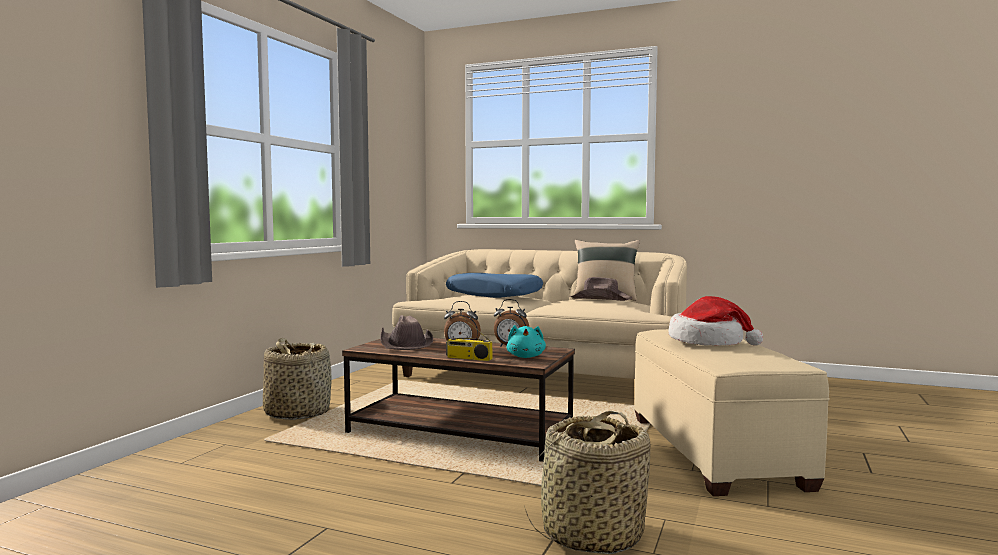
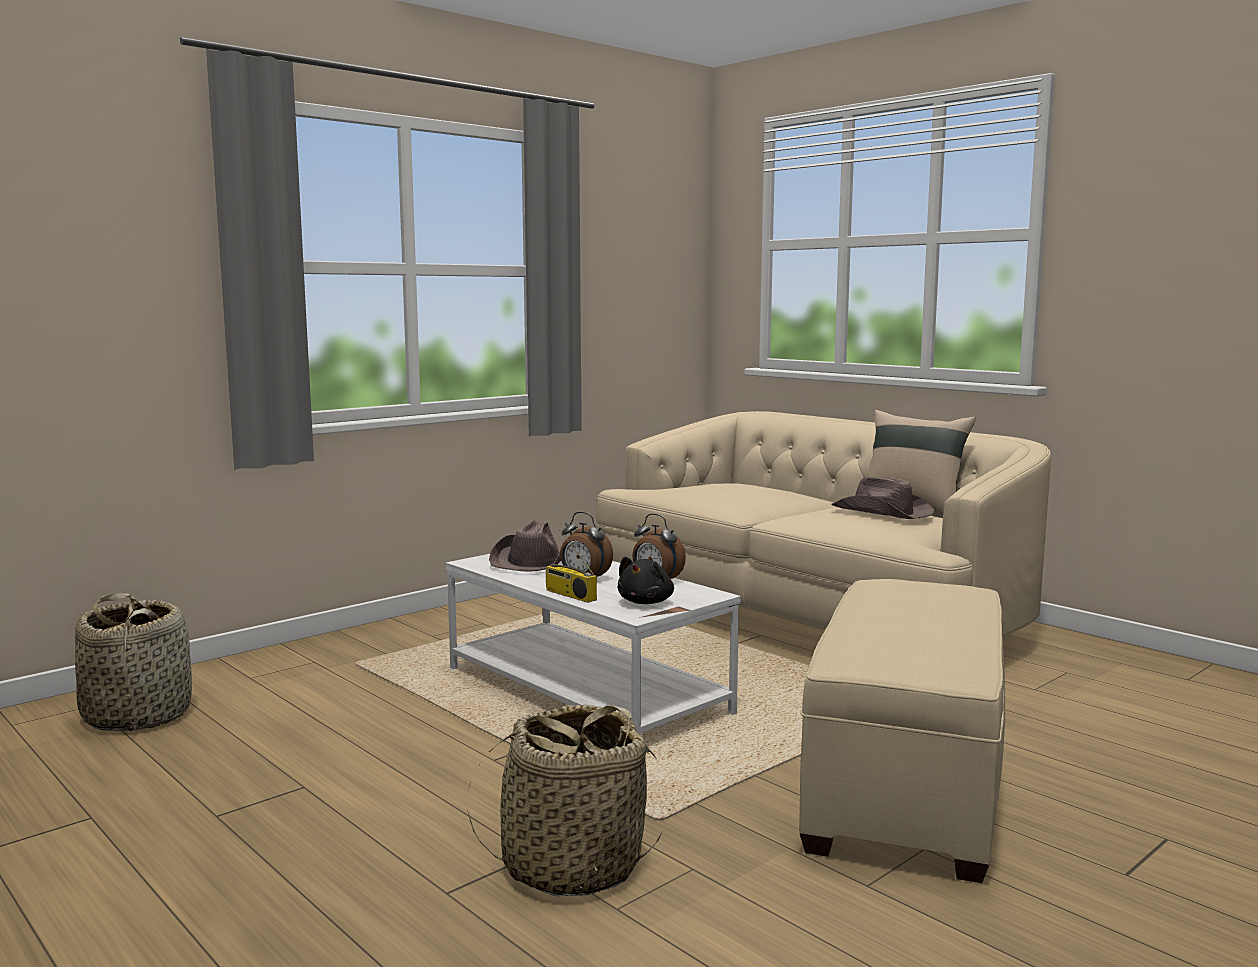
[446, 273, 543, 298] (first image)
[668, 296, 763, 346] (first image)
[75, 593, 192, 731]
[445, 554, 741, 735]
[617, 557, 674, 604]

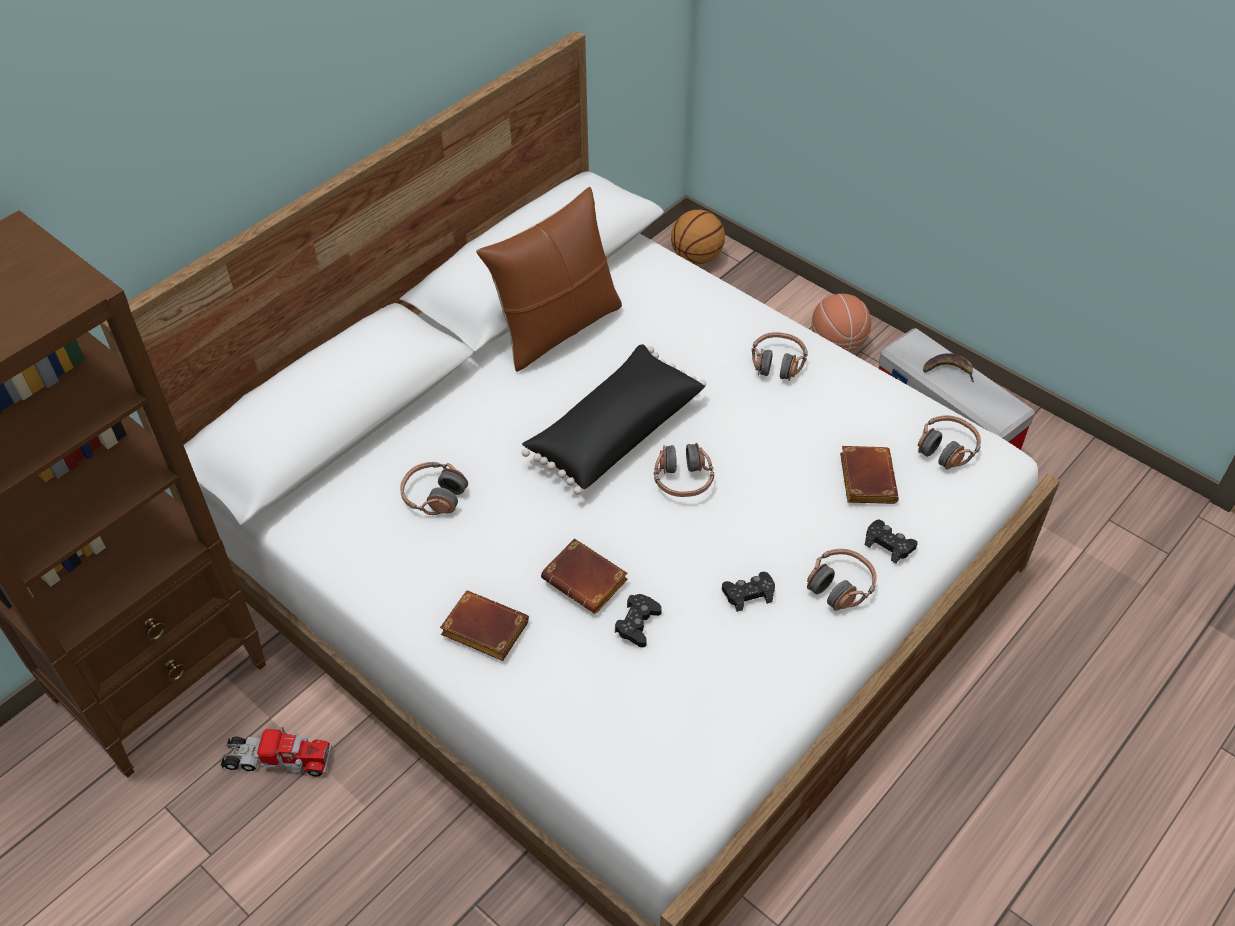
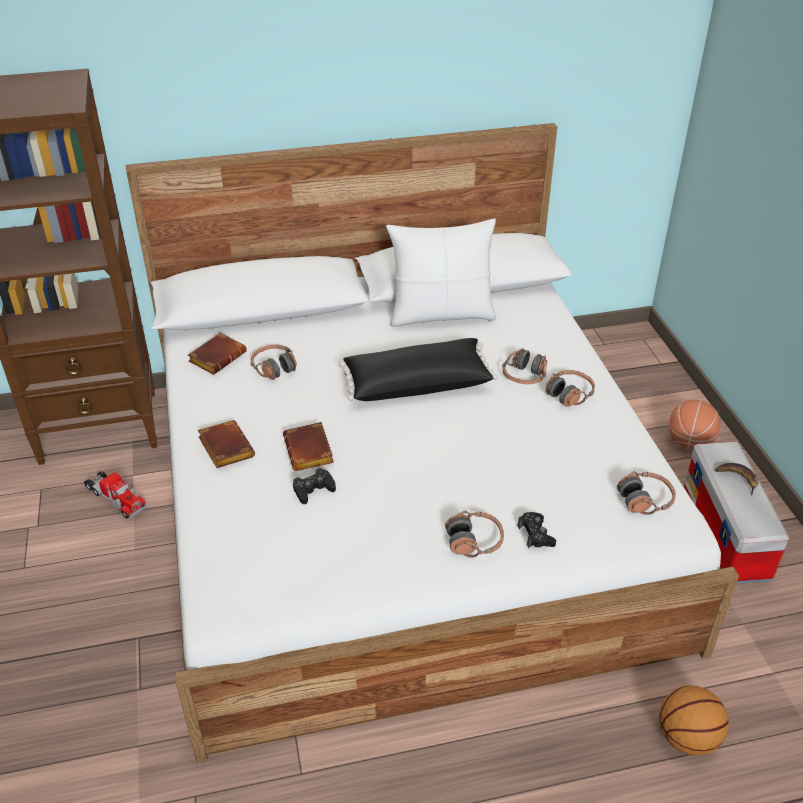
[722, 572, 775, 612] (first image)
[502, 348, 547, 384]
[659, 686, 729, 756]
[188, 333, 247, 375]
[386, 219, 496, 327]

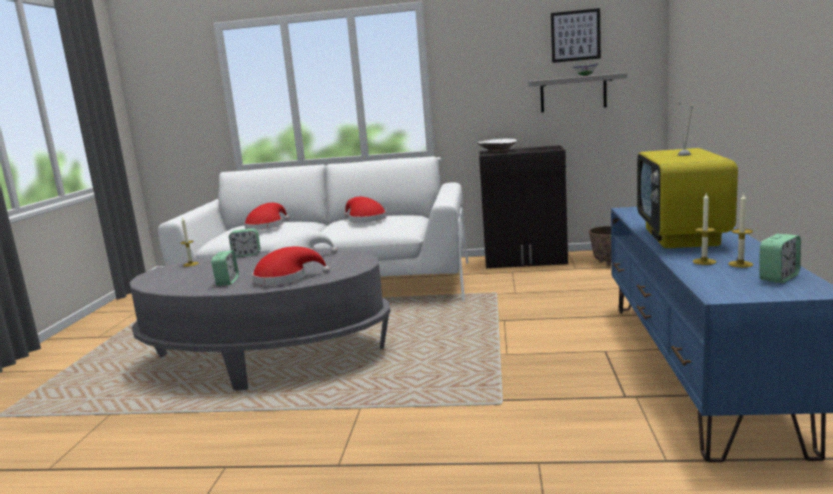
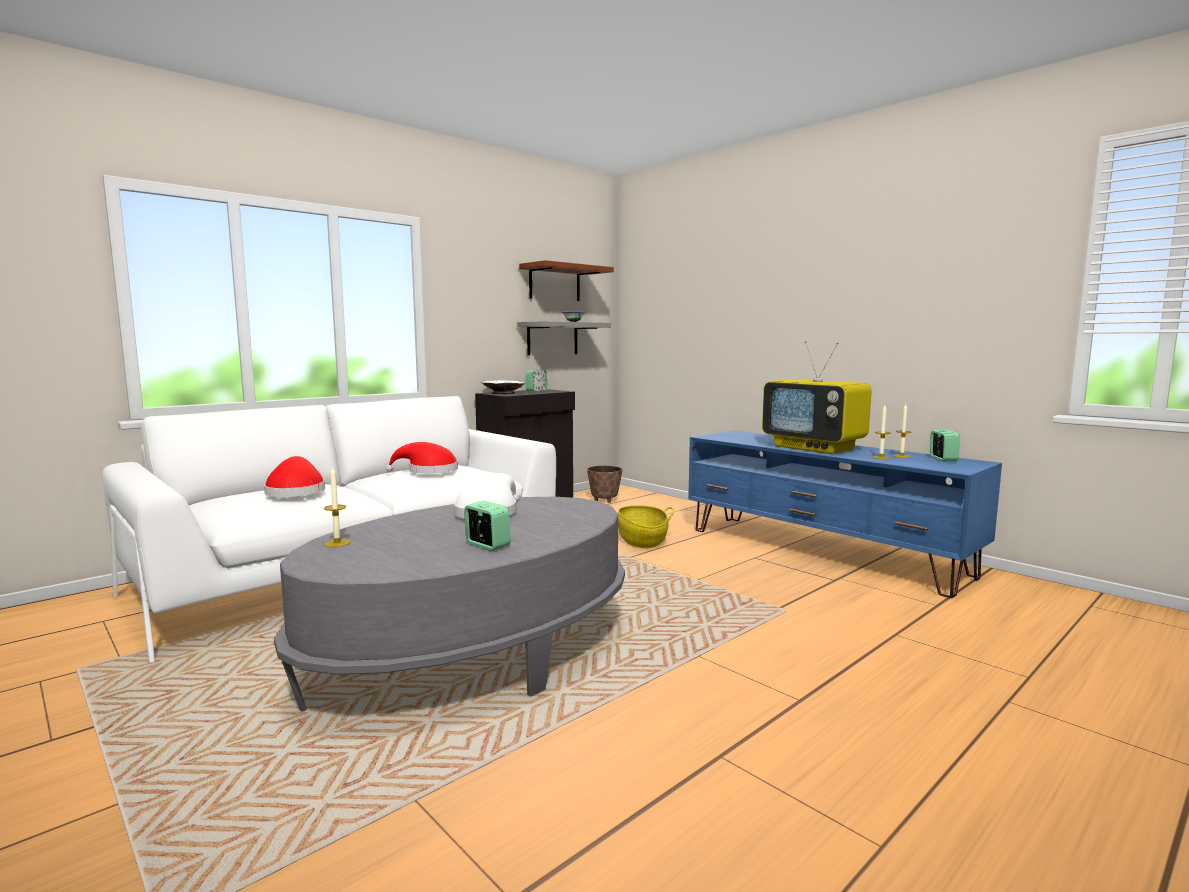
[252, 247, 330, 286] (first image)
[618, 505, 674, 548]
[525, 370, 547, 392]
[519, 260, 614, 301]

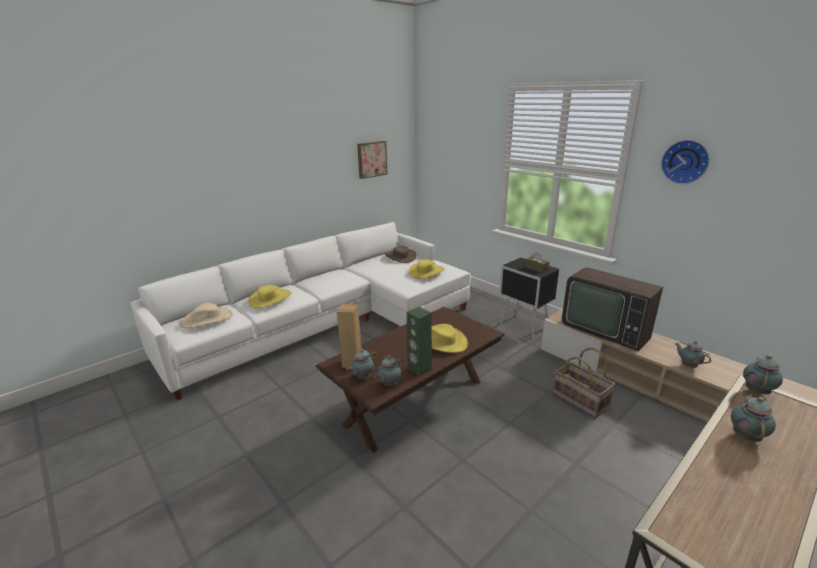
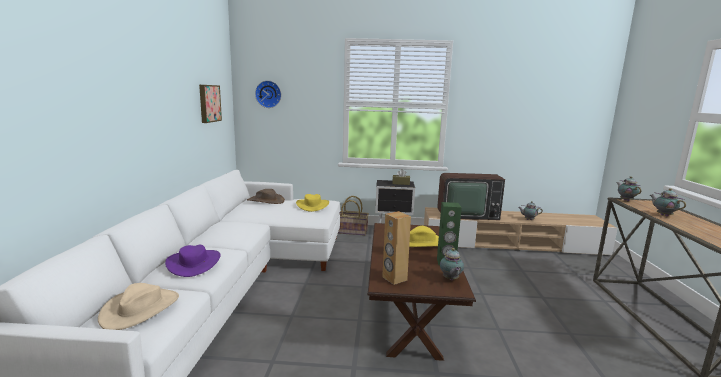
[346, 349, 377, 379] (first image)
[338, 196, 369, 236]
[255, 80, 281, 108]
[165, 245, 220, 277]

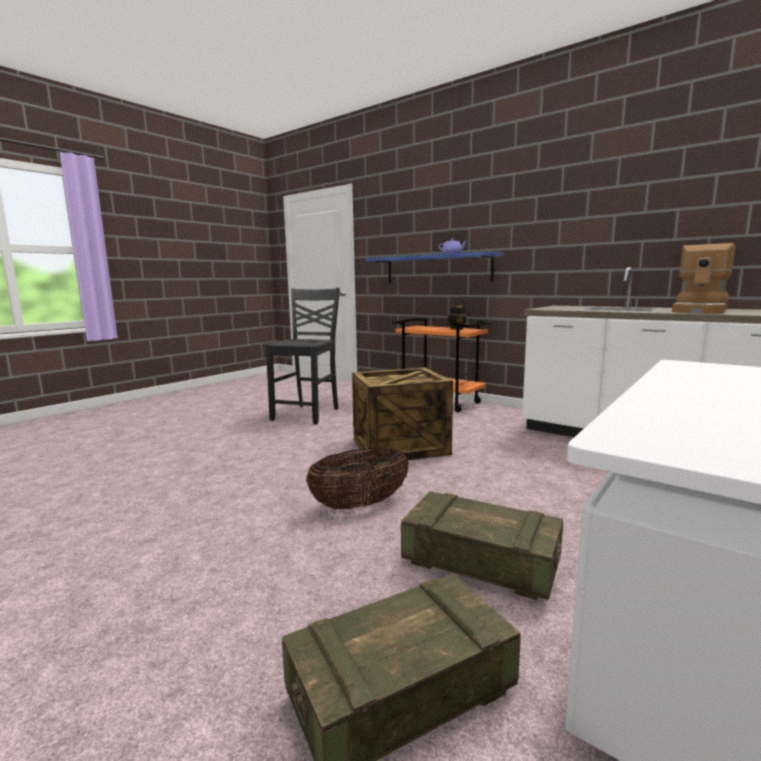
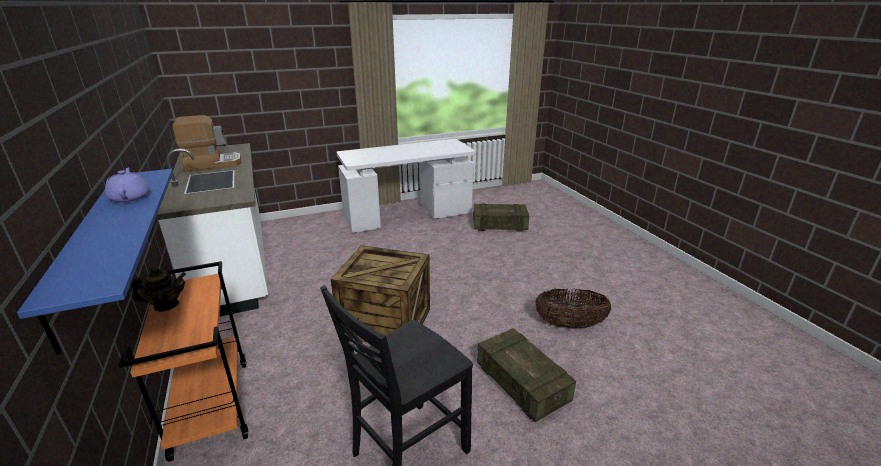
[535, 289, 611, 329]
[477, 328, 576, 422]

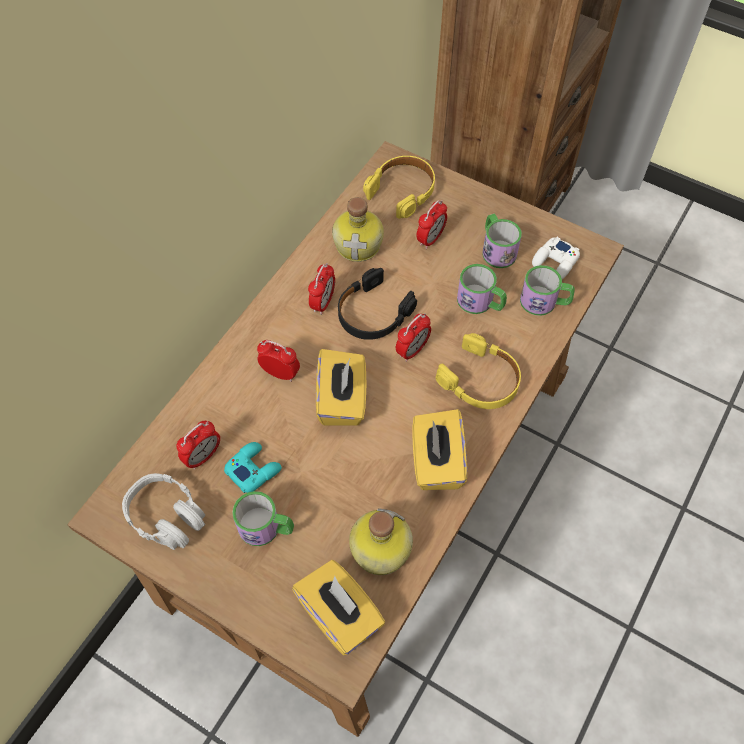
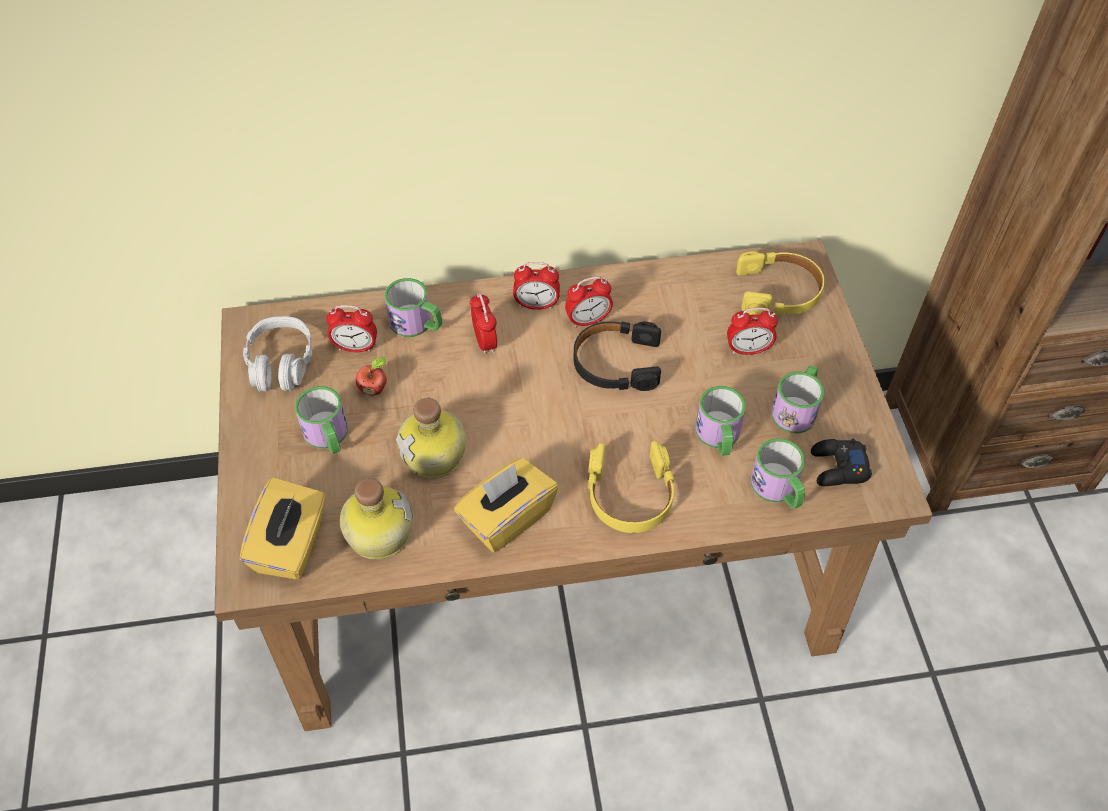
[316, 349, 366, 426] (first image)
[384, 278, 442, 337]
[396, 398, 466, 478]
[513, 262, 560, 310]
[356, 357, 387, 396]
[811, 439, 872, 486]

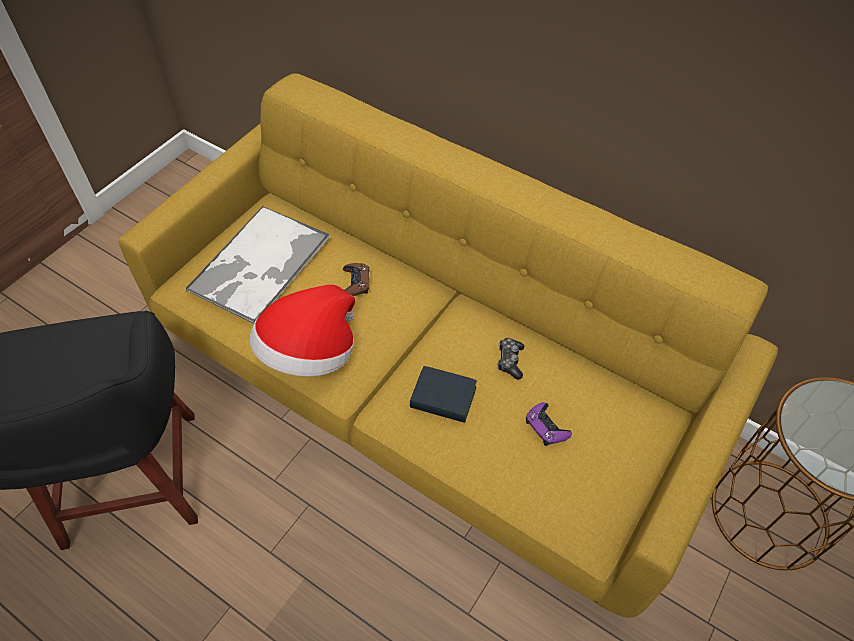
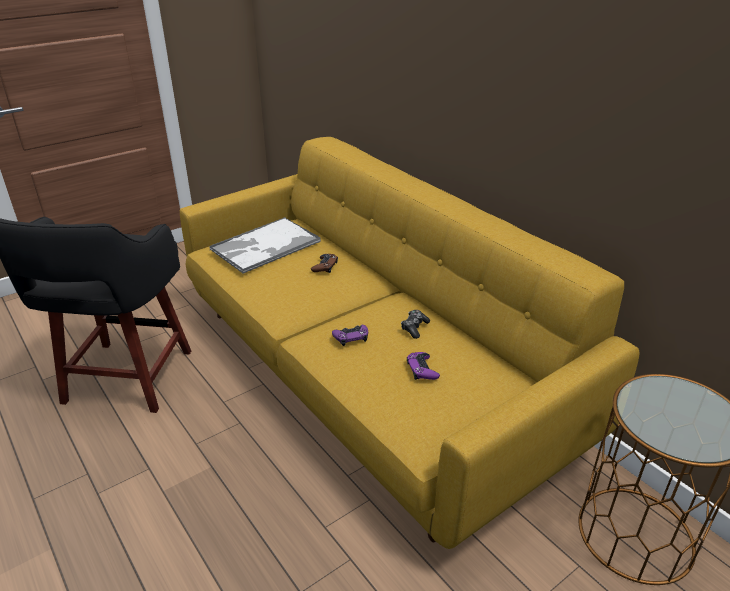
[250, 285, 355, 377] (first image)
[332, 325, 368, 346]

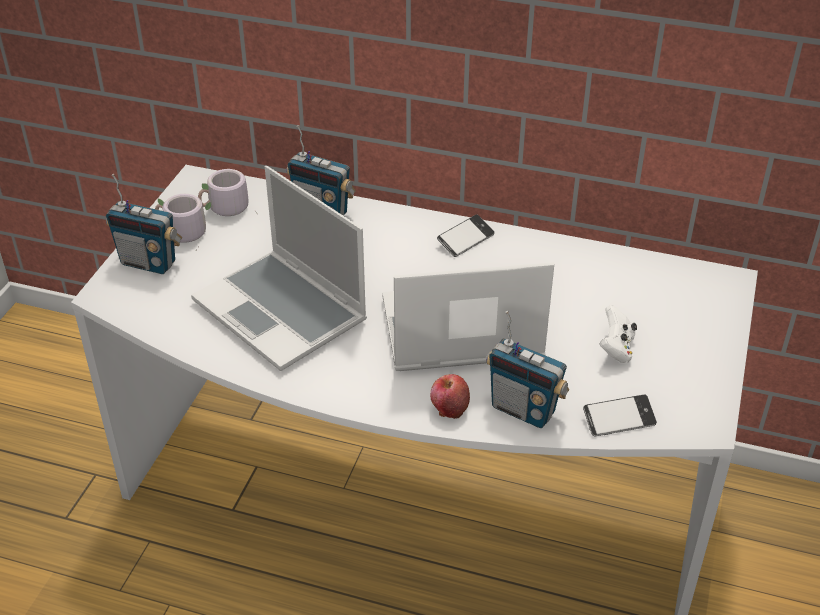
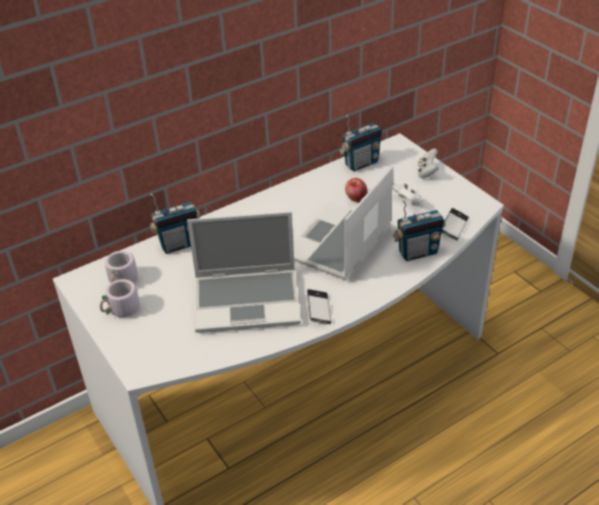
[418, 148, 439, 179]
[339, 115, 383, 171]
[345, 178, 368, 203]
[307, 289, 331, 324]

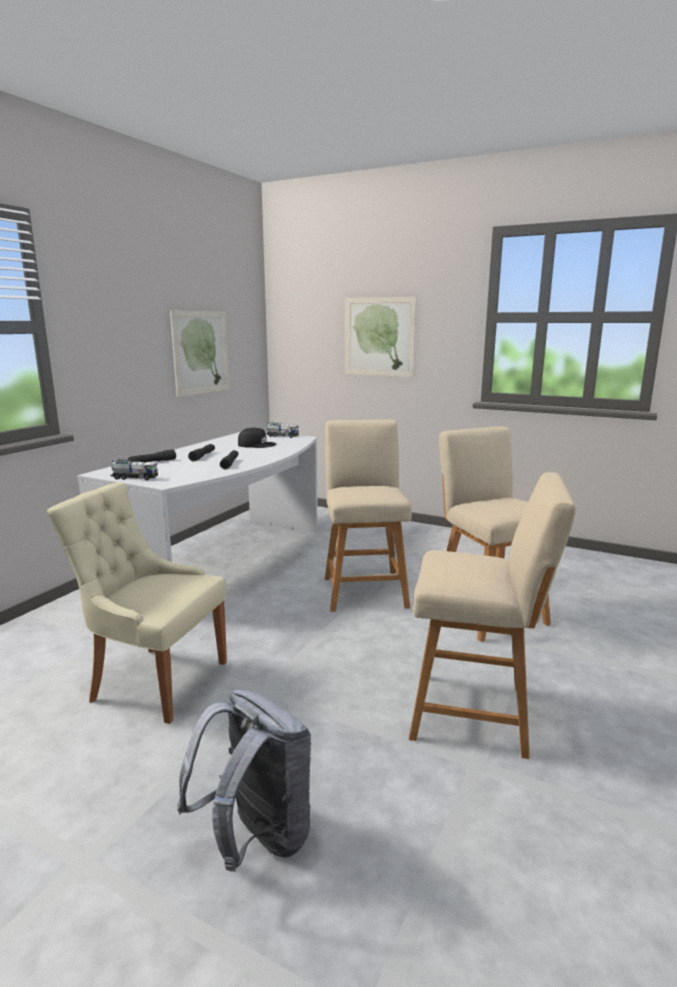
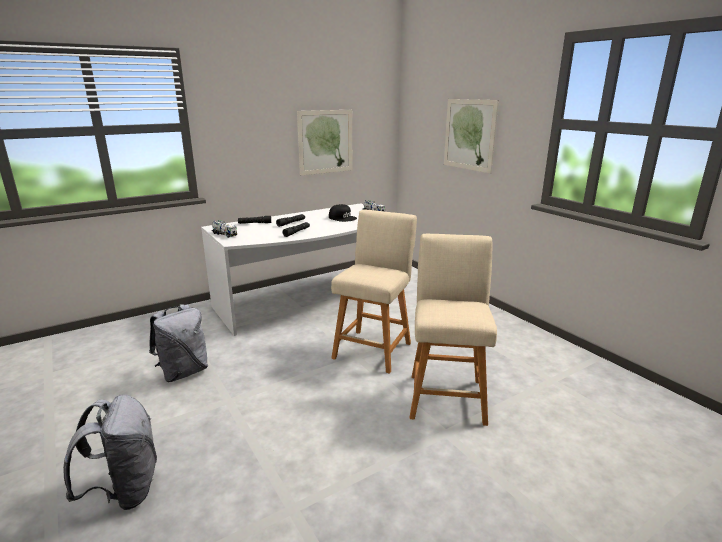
[409, 472, 576, 759] (first image)
[149, 304, 208, 382]

